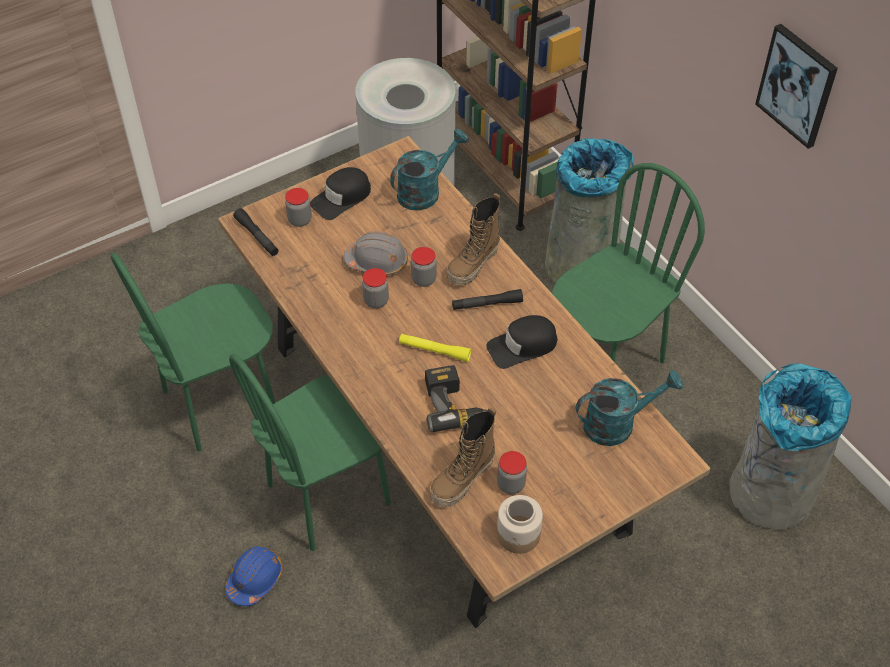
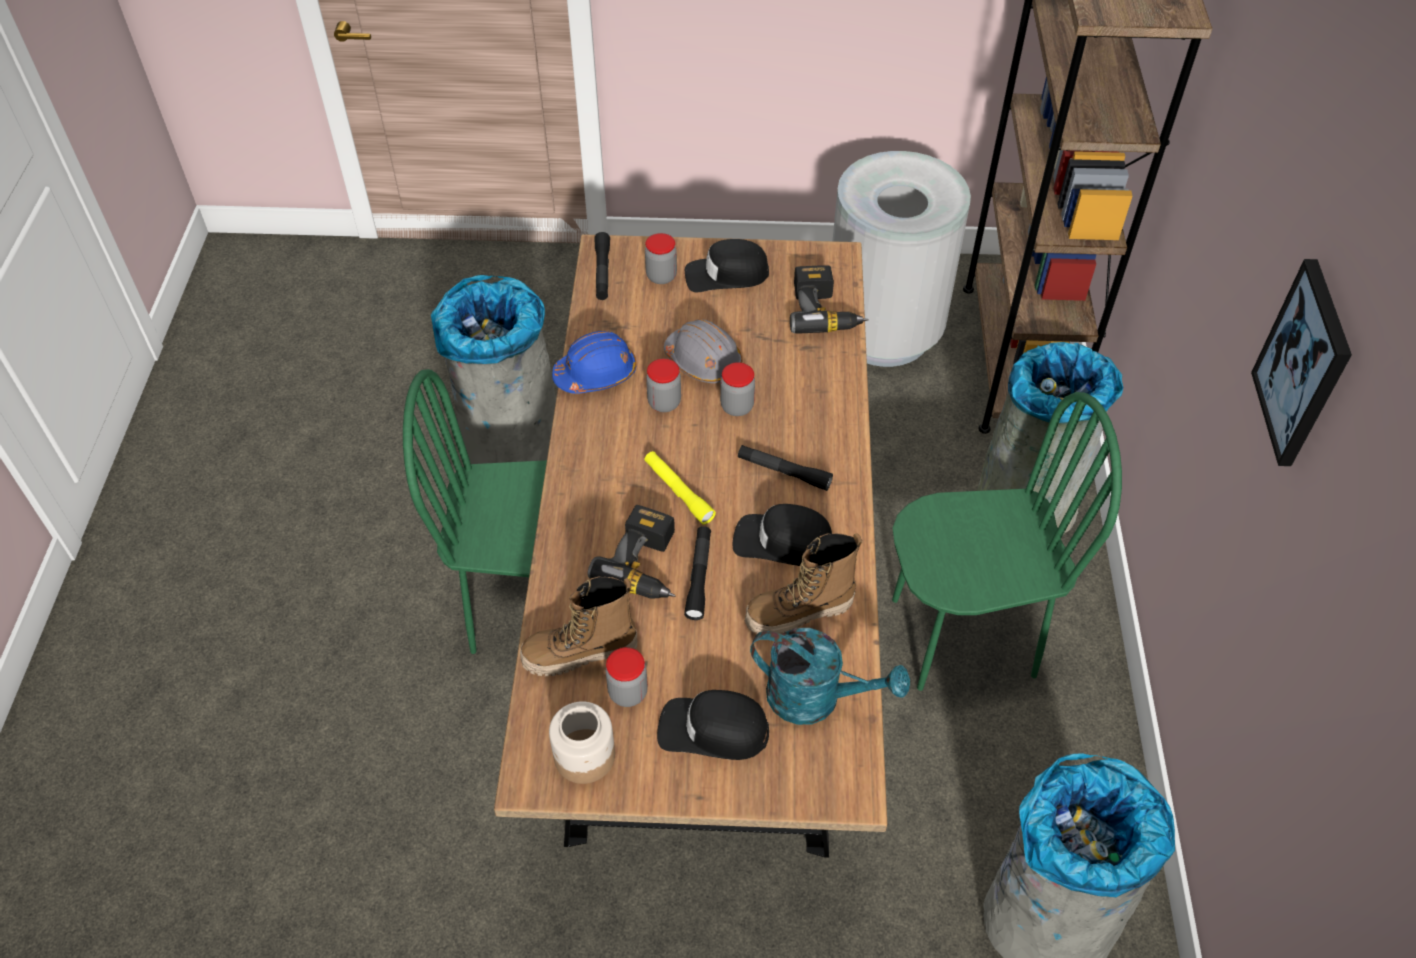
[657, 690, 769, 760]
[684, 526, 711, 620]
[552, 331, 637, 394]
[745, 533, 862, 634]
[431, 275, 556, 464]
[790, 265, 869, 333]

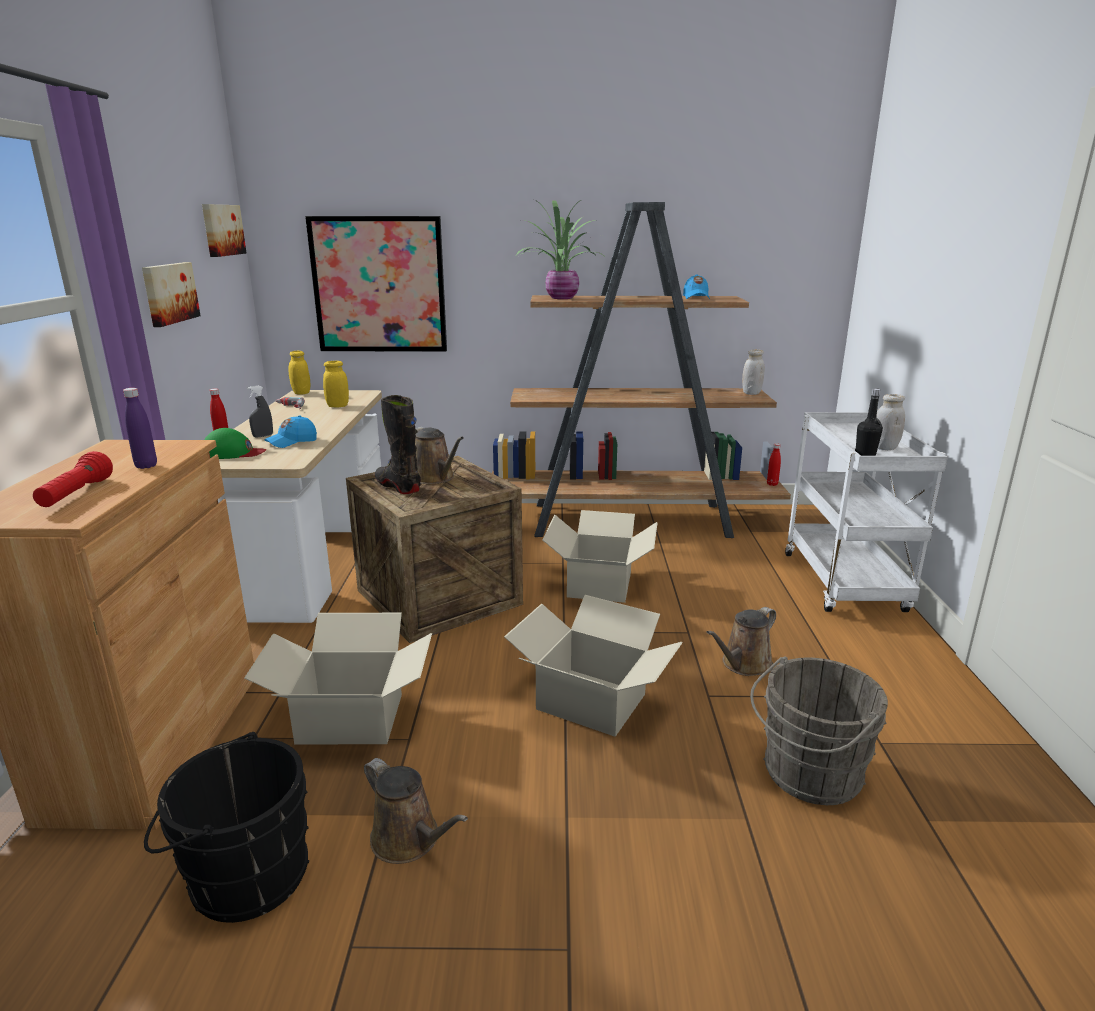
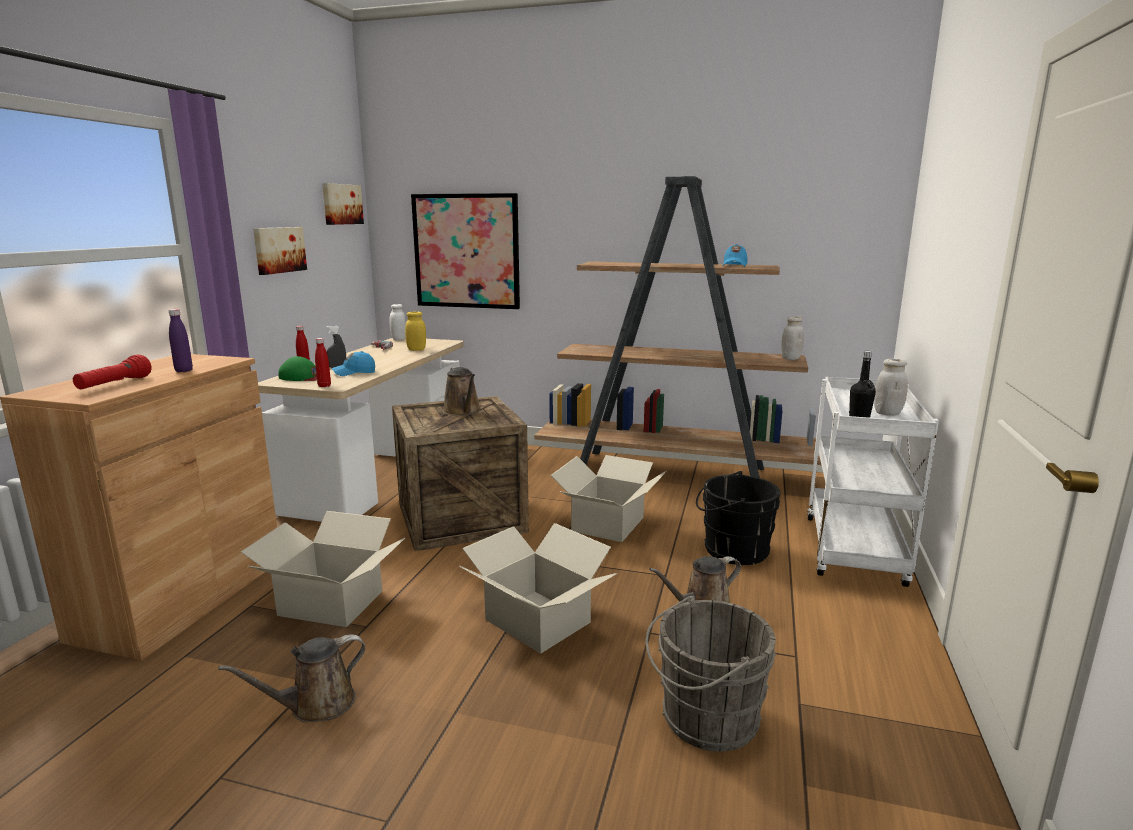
[375, 395, 421, 494] (first image)
[516, 200, 606, 299] (first image)
[696, 471, 780, 565]
[315, 338, 331, 387]
[389, 304, 406, 340]
[218, 634, 365, 722]

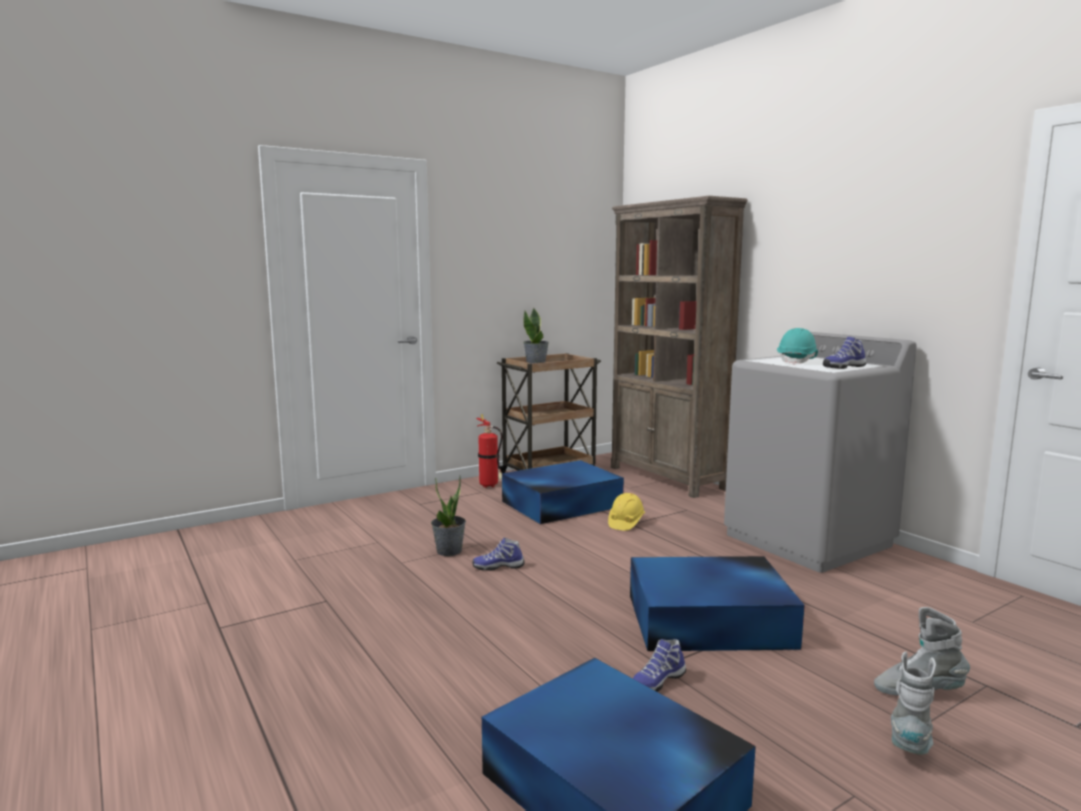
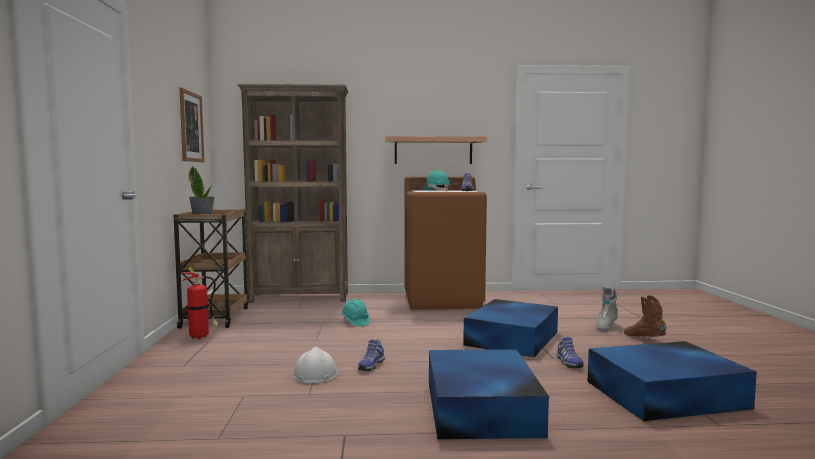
[179, 87, 205, 162]
[385, 136, 487, 164]
[429, 349, 549, 439]
[293, 347, 338, 383]
[342, 299, 370, 327]
[405, 177, 487, 310]
[624, 295, 666, 337]

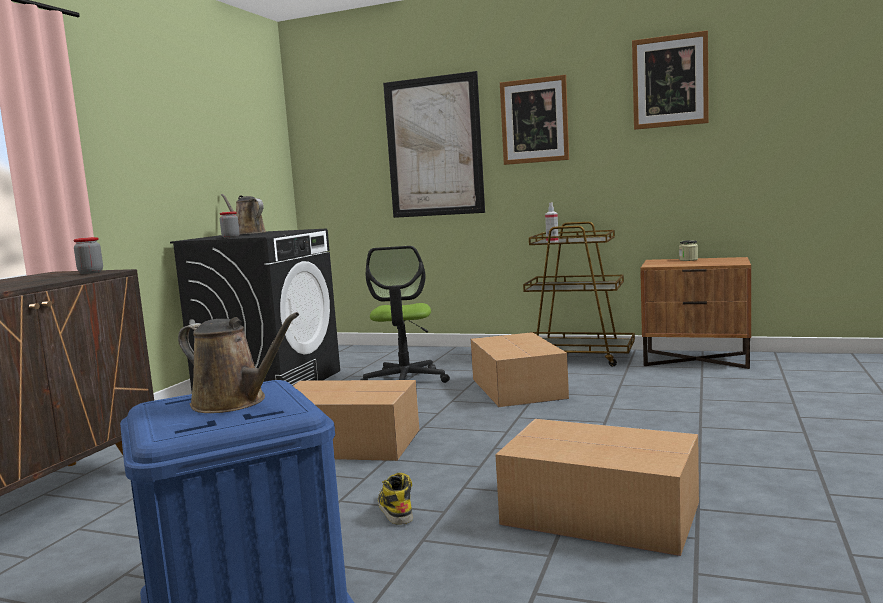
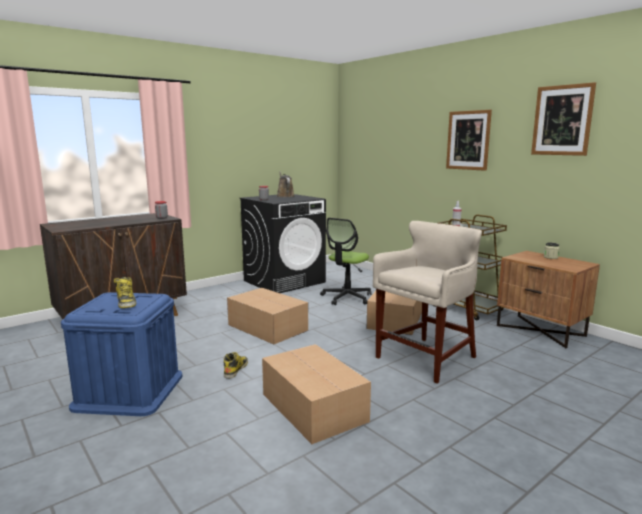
[383, 71, 485, 218] (first image)
[373, 221, 482, 384]
[114, 277, 136, 308]

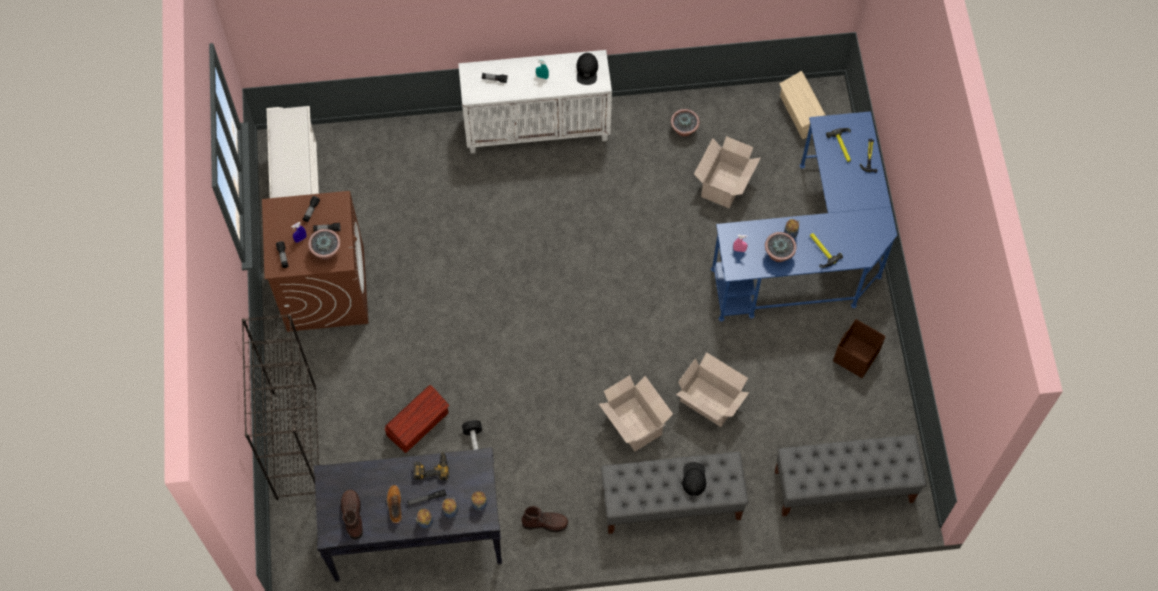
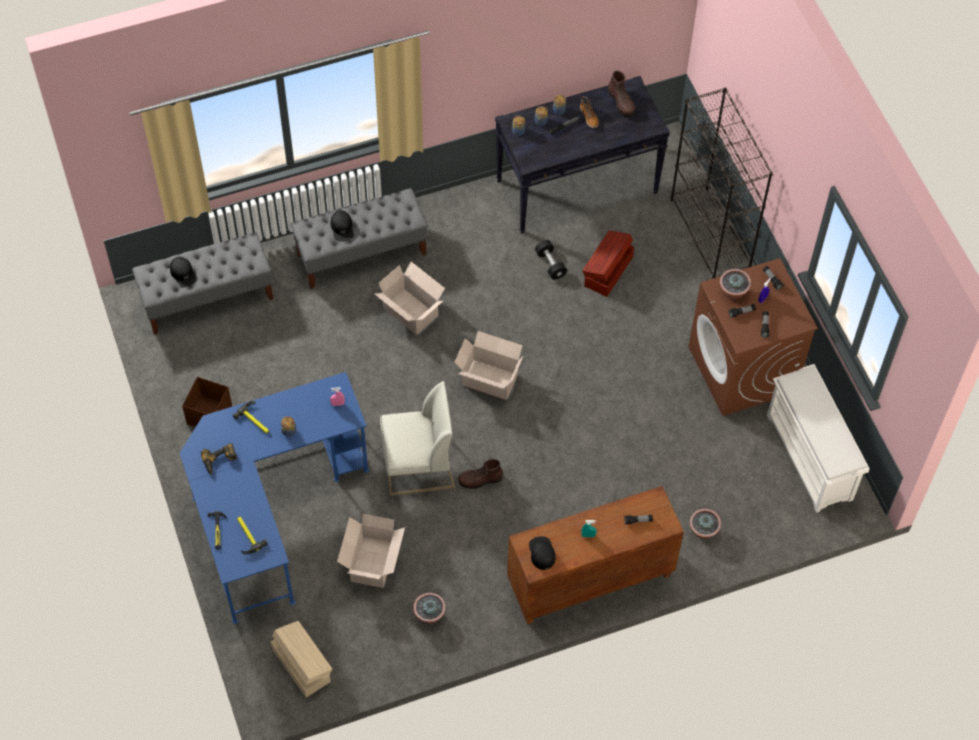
[170, 257, 198, 287]
[380, 381, 455, 496]
[201, 443, 237, 475]
[458, 459, 503, 489]
[454, 331, 523, 400]
[690, 509, 721, 539]
[507, 486, 684, 625]

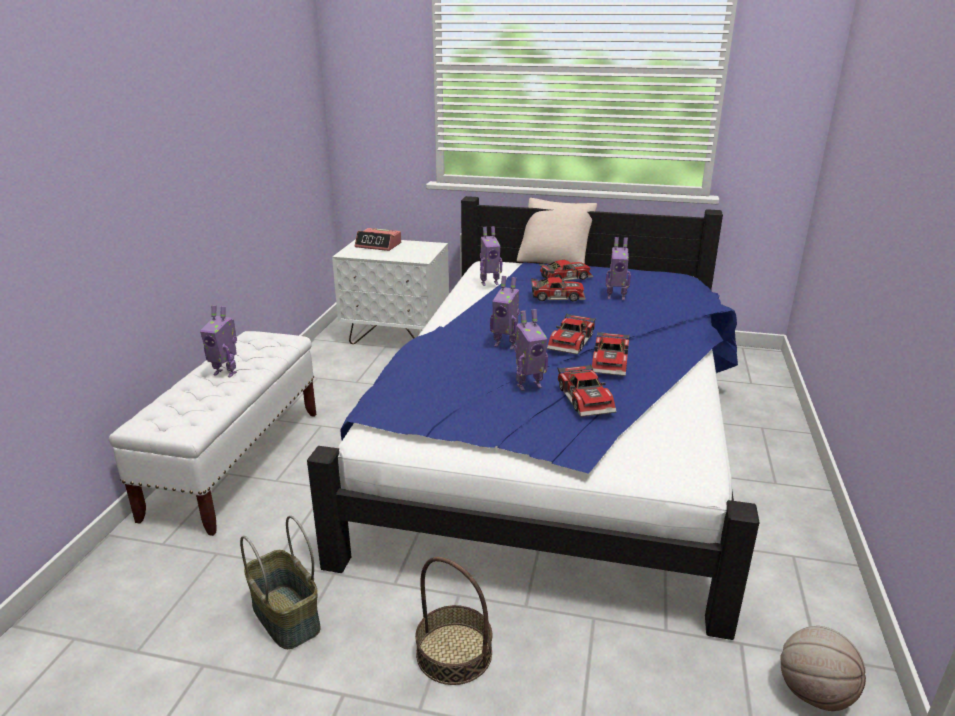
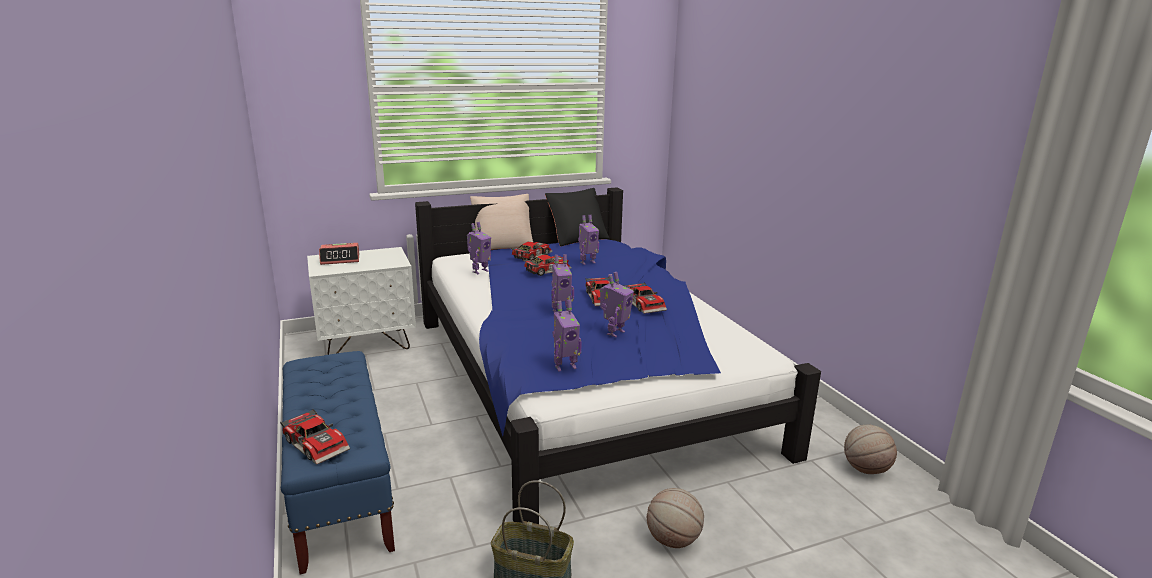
[545, 188, 610, 246]
[553, 300, 582, 371]
[280, 409, 350, 465]
[647, 488, 704, 548]
[281, 351, 395, 574]

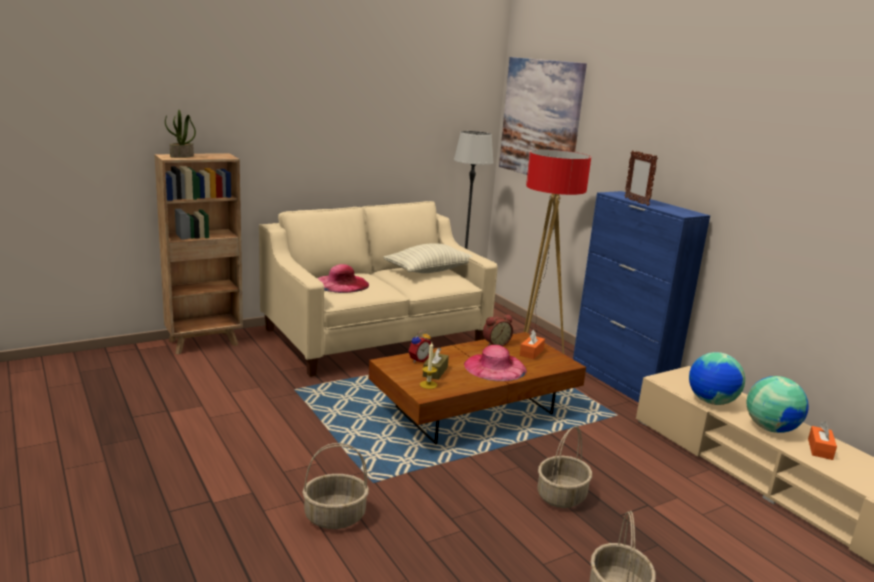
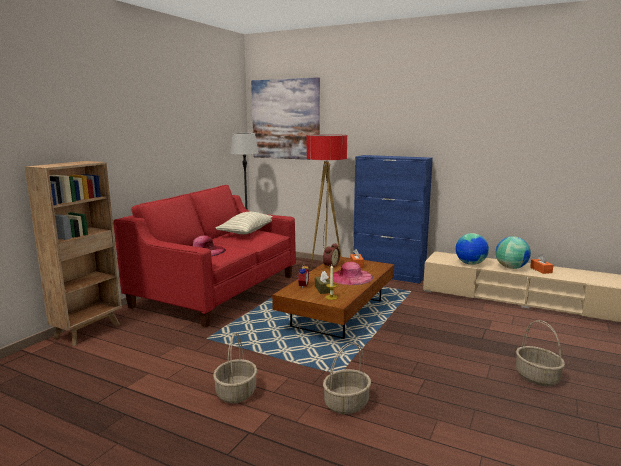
[165, 110, 196, 158] (first image)
[624, 150, 658, 206] (first image)
[213, 333, 257, 403]
[113, 185, 296, 327]

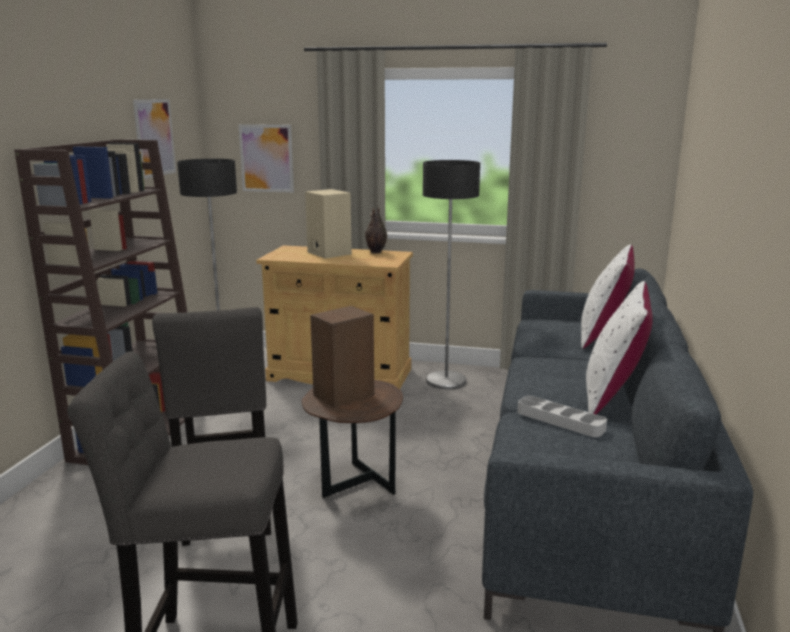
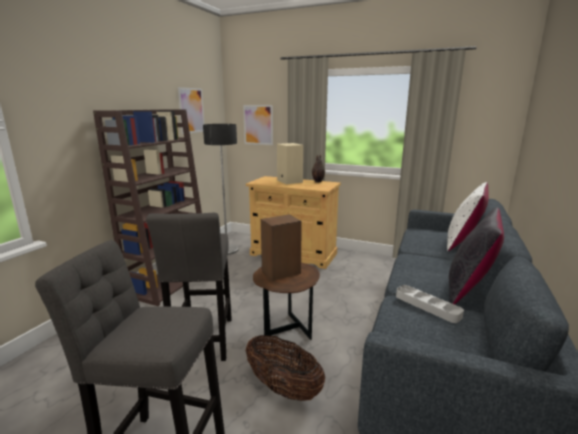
[423, 160, 480, 390] (first image)
[246, 335, 325, 401]
[449, 208, 504, 305]

